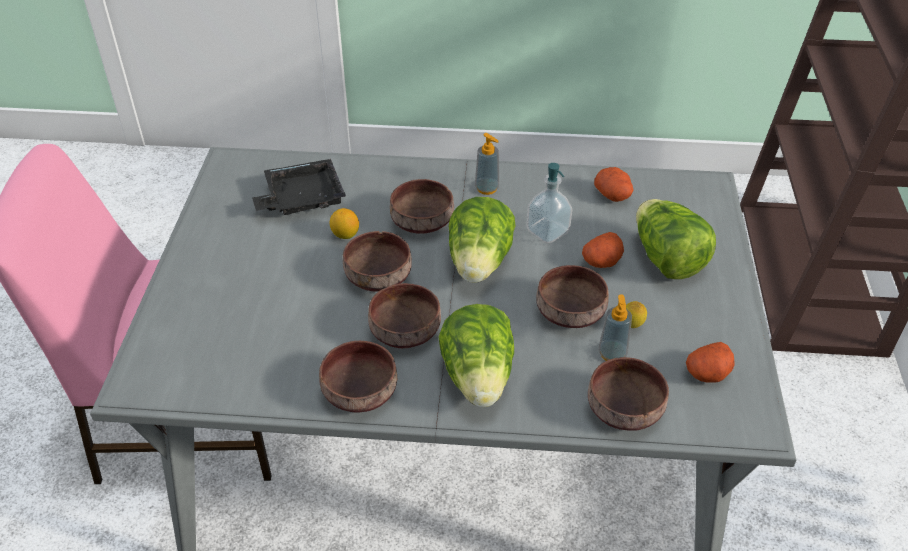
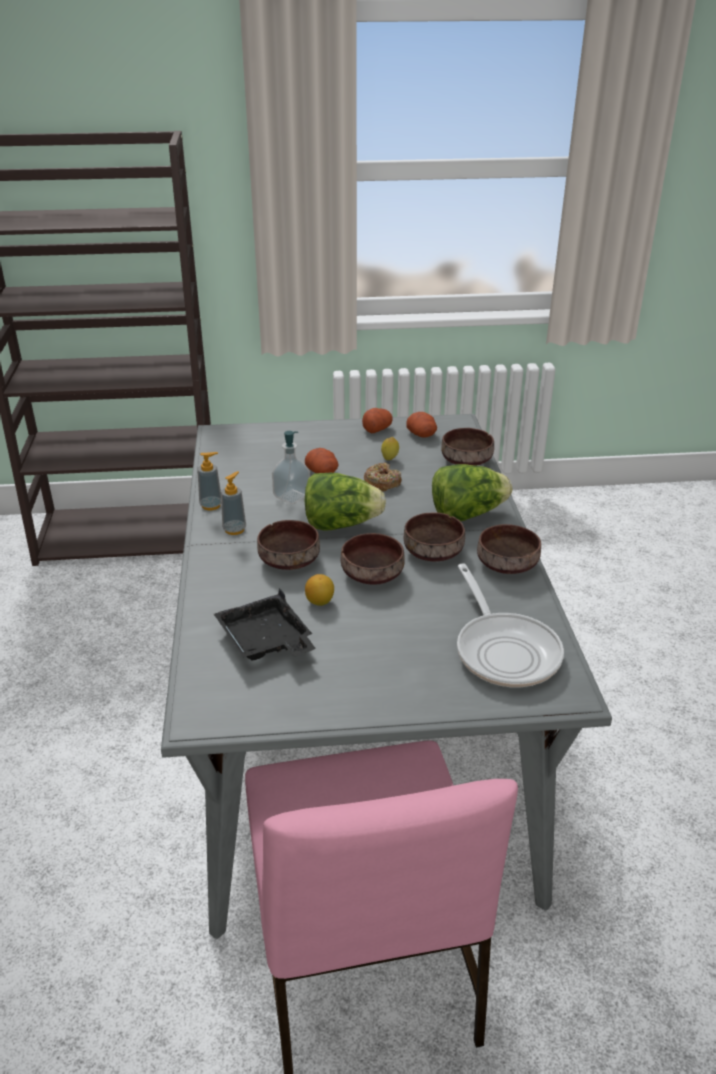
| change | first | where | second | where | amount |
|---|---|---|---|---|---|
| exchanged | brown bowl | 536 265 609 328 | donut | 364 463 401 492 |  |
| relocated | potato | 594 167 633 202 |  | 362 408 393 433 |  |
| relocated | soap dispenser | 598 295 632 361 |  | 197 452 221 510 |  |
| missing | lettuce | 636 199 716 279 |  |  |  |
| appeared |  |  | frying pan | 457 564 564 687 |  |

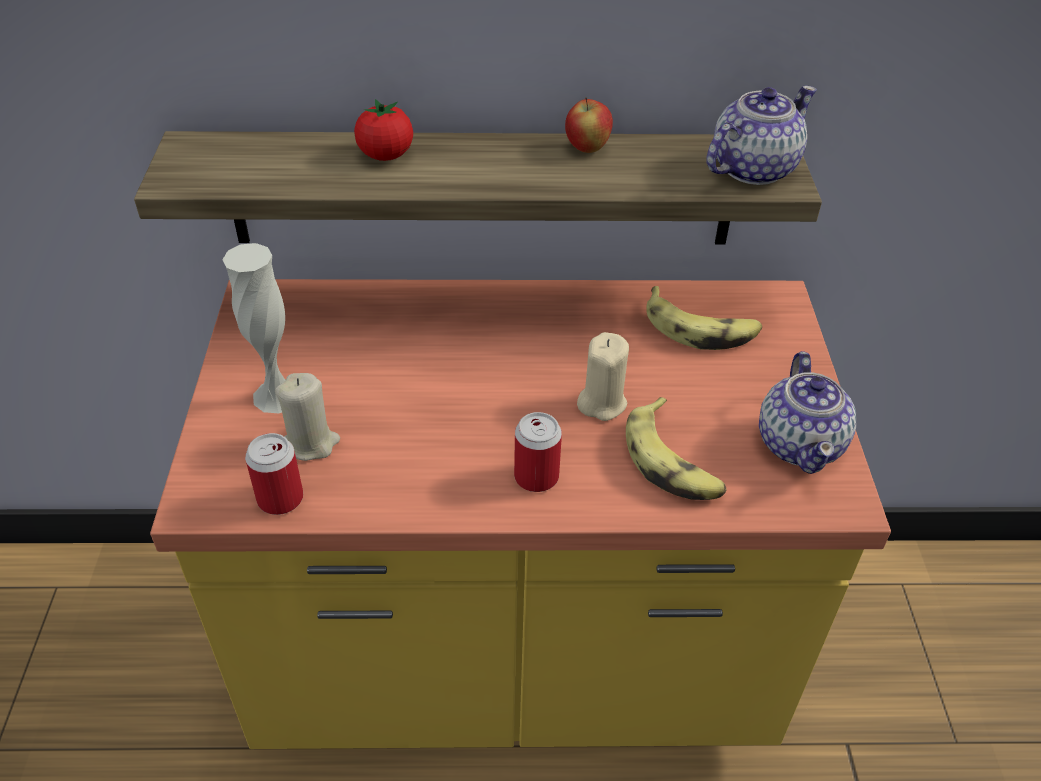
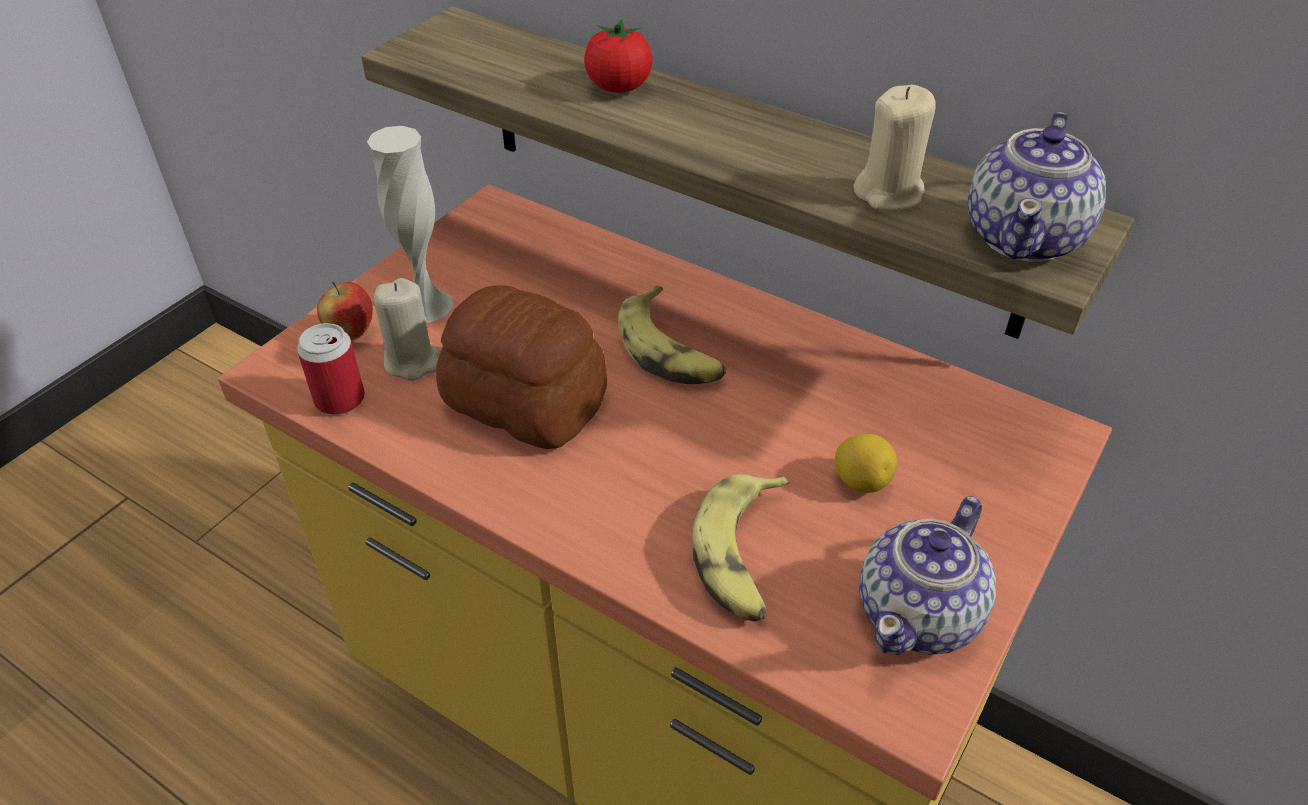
| change | first | where | second | where | amount |
|---|---|---|---|---|---|
| missing | can | 514 412 562 492 |  |  |  |
| relocated | apple | 565 97 613 153 |  | 317 281 373 340 |  |
| relocated | beige candle | 577 332 629 421 |  | 853 85 936 210 |  |
| relocated | banana | 646 286 762 350 |  | 618 286 726 384 |  |
| spun | teapot | 706 86 817 185 |  | 968 112 1106 262 | 120 degrees clockwise |
| appeared |  |  | bread | 436 285 607 449 |  |
| appeared |  |  | lemon | 835 434 897 493 |  |

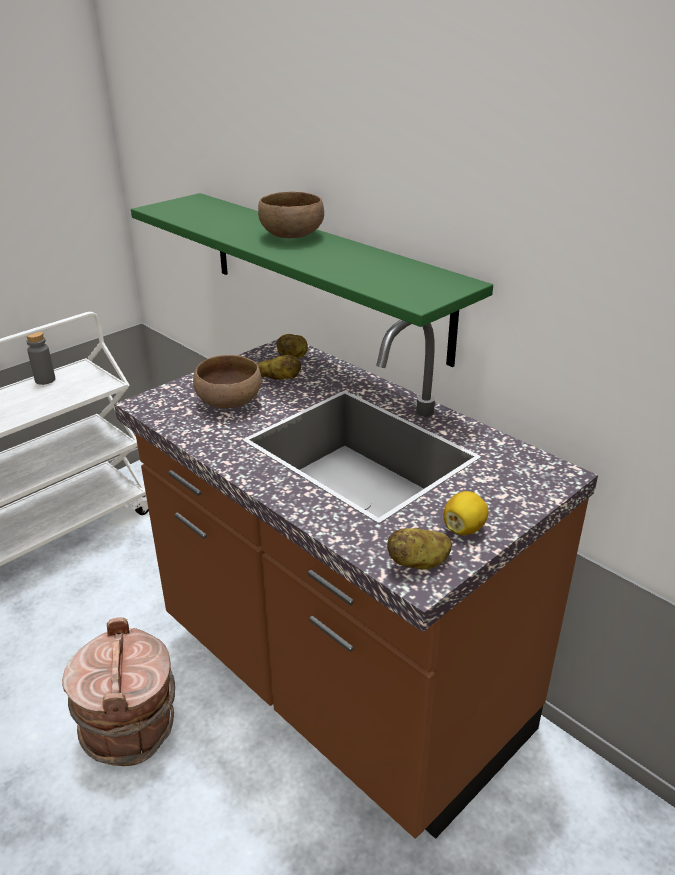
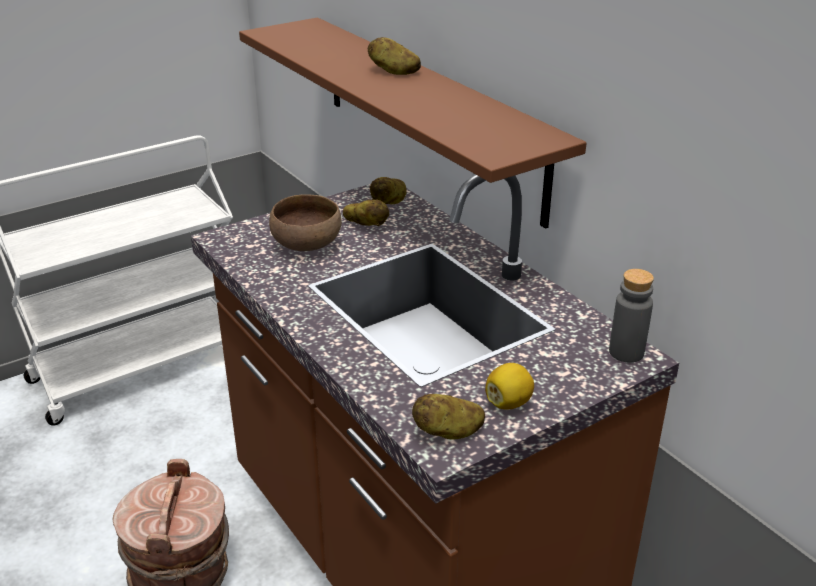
| change | first | where | second | where | amount |
|---|---|---|---|---|---|
| relocated | grey bottle | 26 331 55 385 |  | 609 269 654 363 |  |
| colour | green shelf | 131 193 493 367 | brown shelf | 239 17 586 229 |  |
| exchanged | brown bowl | 258 192 324 238 | potato | 368 37 421 75 |  |

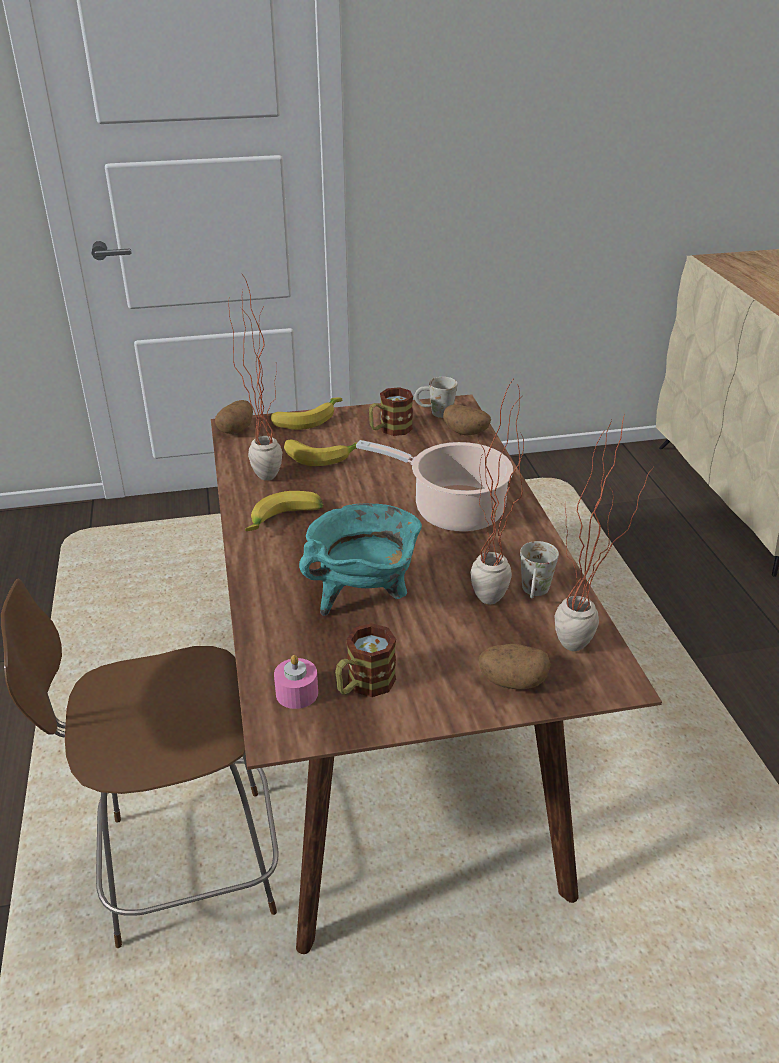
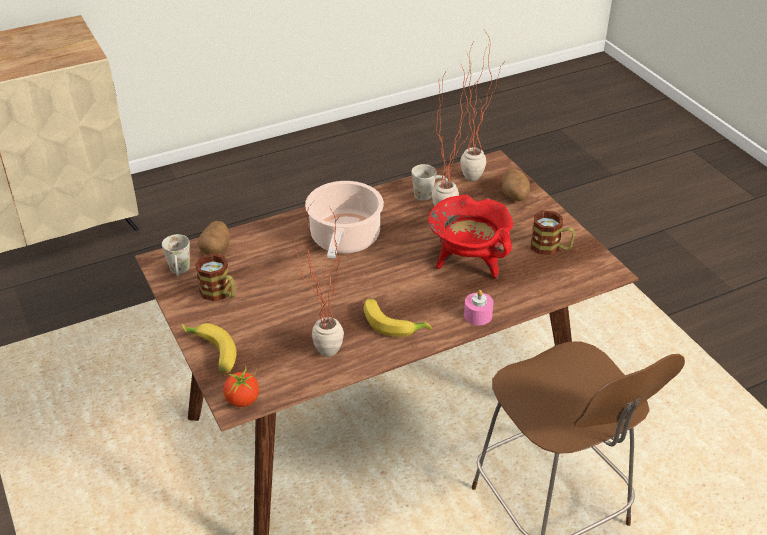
| change | first | where | second | where | amount |
|---|---|---|---|---|---|
| exchanged | potato | 215 400 253 434 | tomato | 223 364 259 407 |  |
| relocated | pink candle | 274 655 318 709 |  | 464 290 494 325 |  |
| missing | banana | 284 439 357 466 |  |  |  |
| colour | turquoise cooking pot | 299 503 422 616 | red cooking pot | 428 195 513 279 |  |

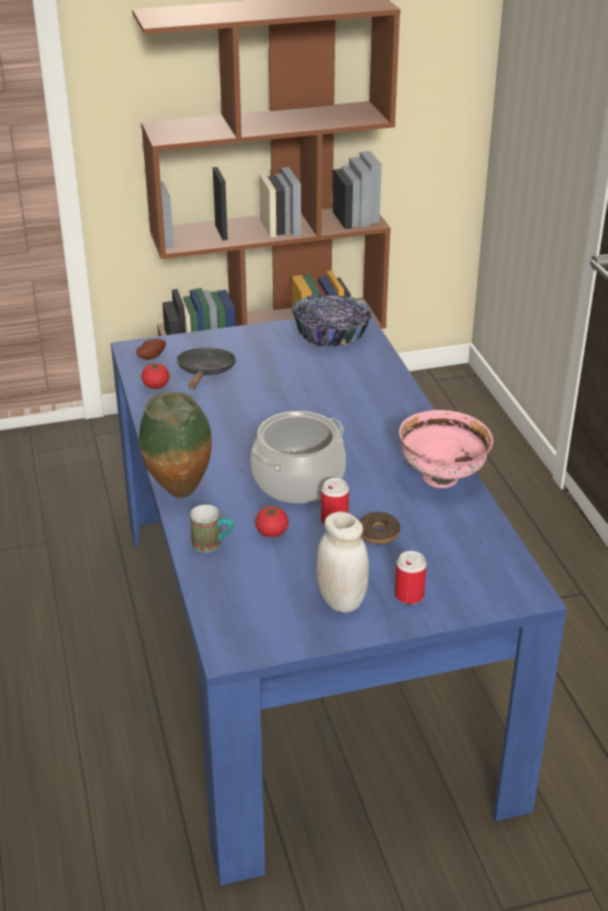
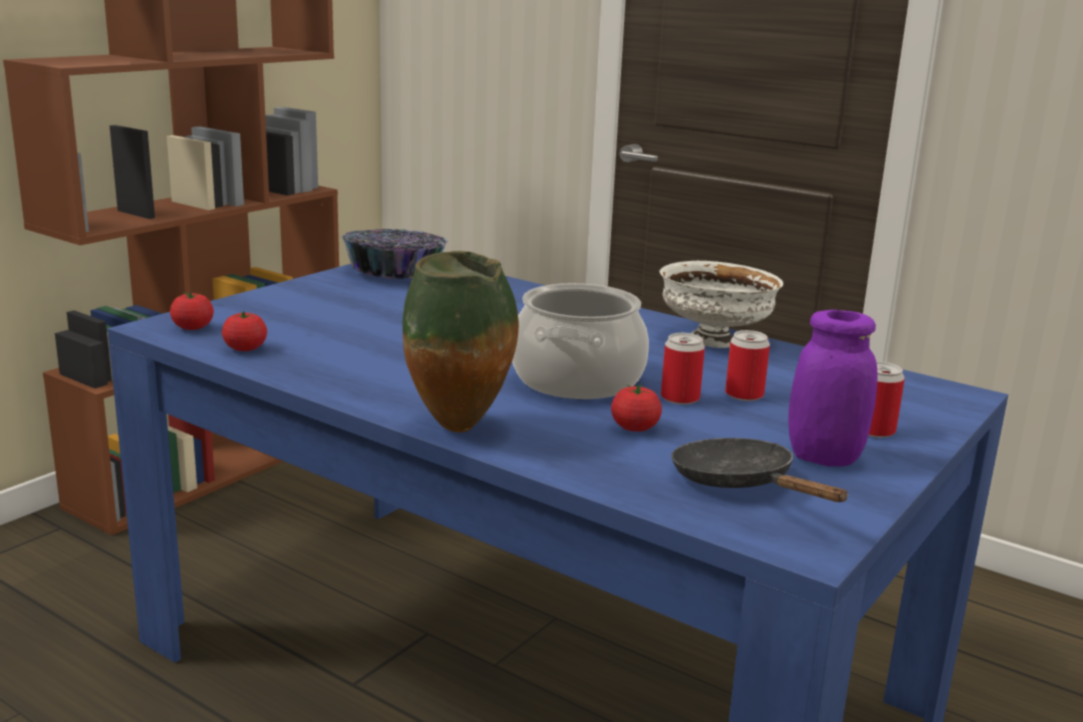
| change | first | where | second | where | amount |
|---|---|---|---|---|---|
| exchanged | potato | 136 338 166 360 | tomato | 170 292 214 330 |  |
| relocated | black frying pan | 176 348 236 390 |  | 672 438 849 502 |  |
| missing | mug | 190 505 233 553 |  |  |  |
| colour | white jar | 316 511 369 613 | purple jar | 788 310 878 467 |  |
| exchanged | donut | 360 512 400 544 | can | 725 330 770 401 |  |
| colour | pink bowl | 399 410 493 488 | white bowl | 660 261 783 348 |  |

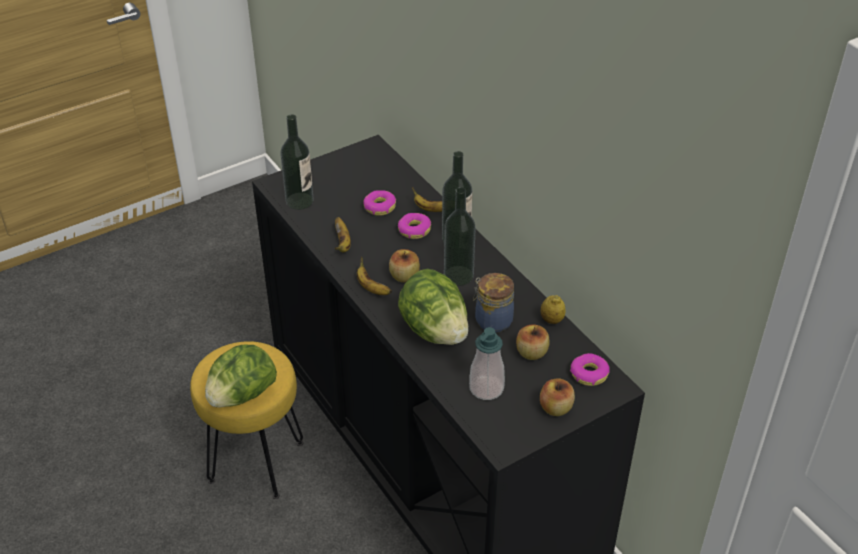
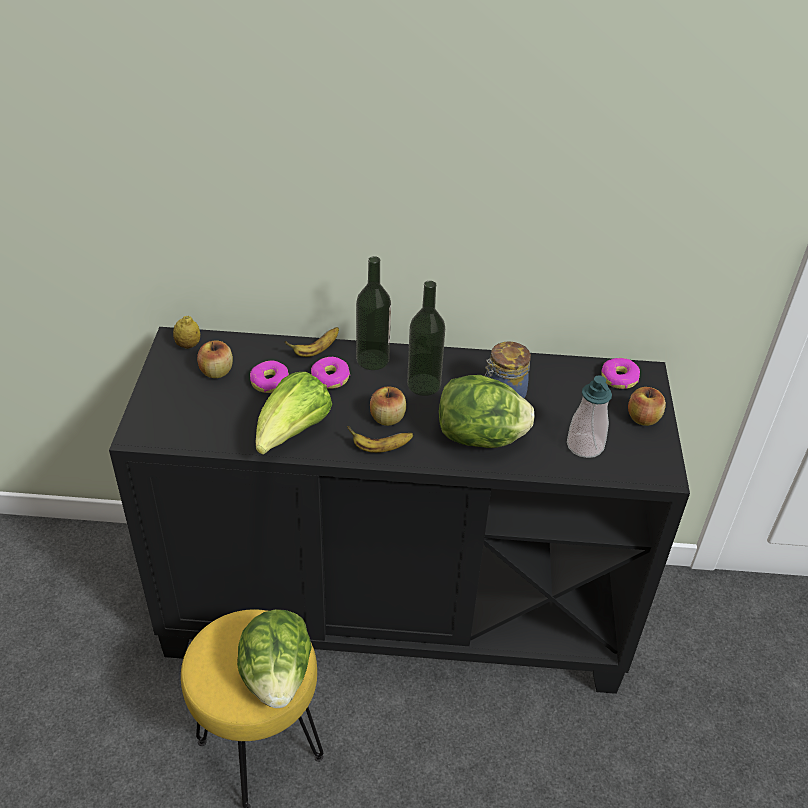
| change | first | where | second | where | amount |
|---|---|---|---|---|---|
| missing | bottle | 280 114 314 210 |  |  |  |
| exchanged | banana | 335 217 351 252 | lettuce | 256 372 332 454 |  |
| relocated | apple | 516 325 550 360 |  | 197 341 233 378 |  |
| relocated | lemon | 541 295 565 324 |  | 173 316 200 349 |  |

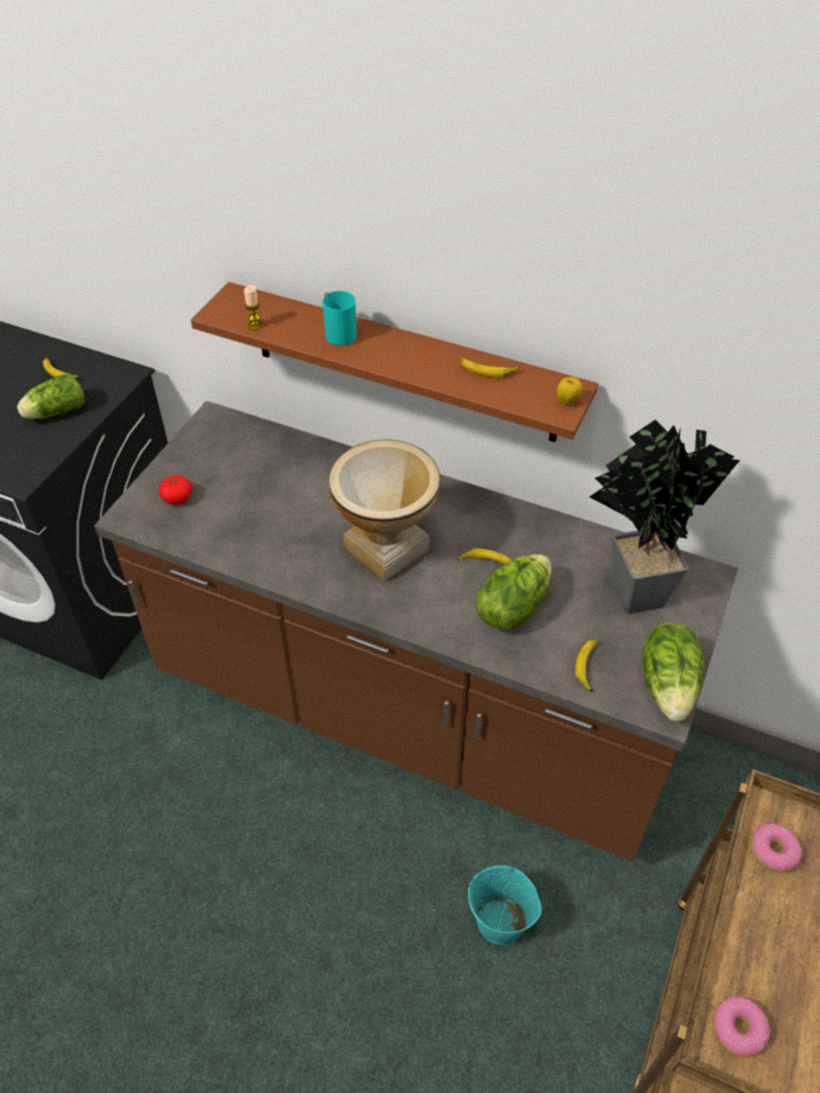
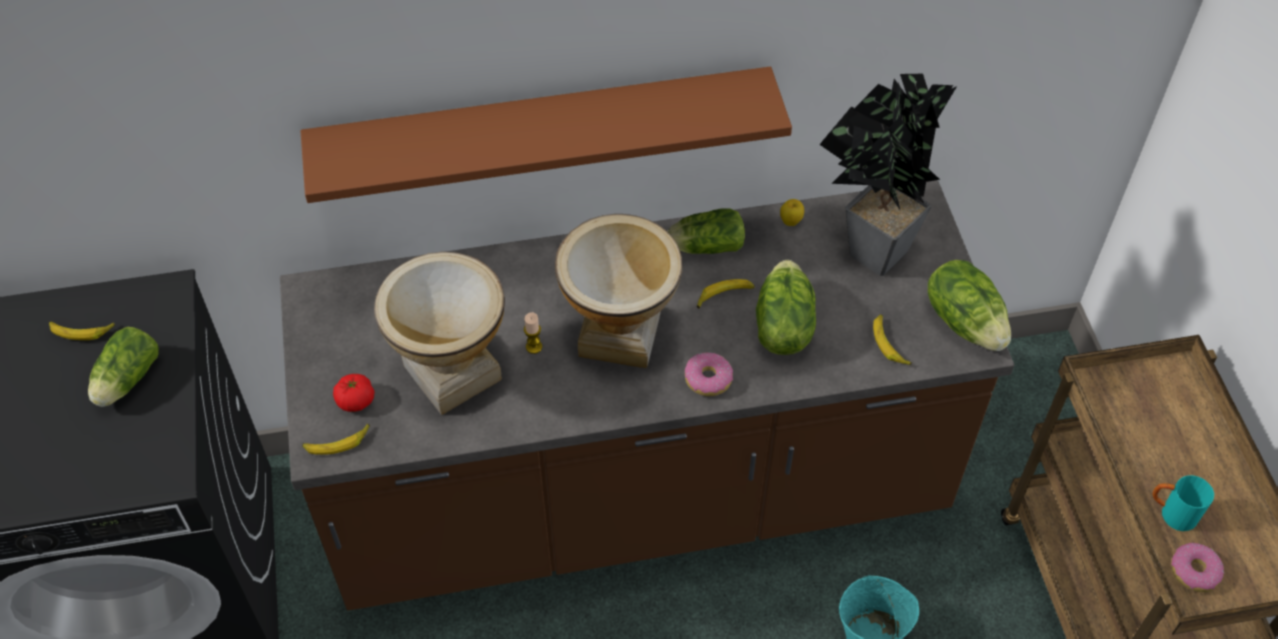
| change | first | where | second | where | amount |
|---|---|---|---|---|---|
| relocated | candle | 244 285 263 330 |  | 524 312 542 354 |  |
| relocated | turquoise mug | 322 291 357 346 |  | 1153 475 1214 531 |  |
| relocated | banana | 460 357 520 378 |  | 302 423 370 455 |  |
| relocated | apple | 557 377 582 405 |  | 780 199 804 226 |  |
| relocated | donut | 751 823 802 873 |  | 685 353 733 396 |  |
| appeared |  |  | vase | 374 251 505 415 |  |
| appeared |  |  | lettuce | 667 208 745 254 |  |

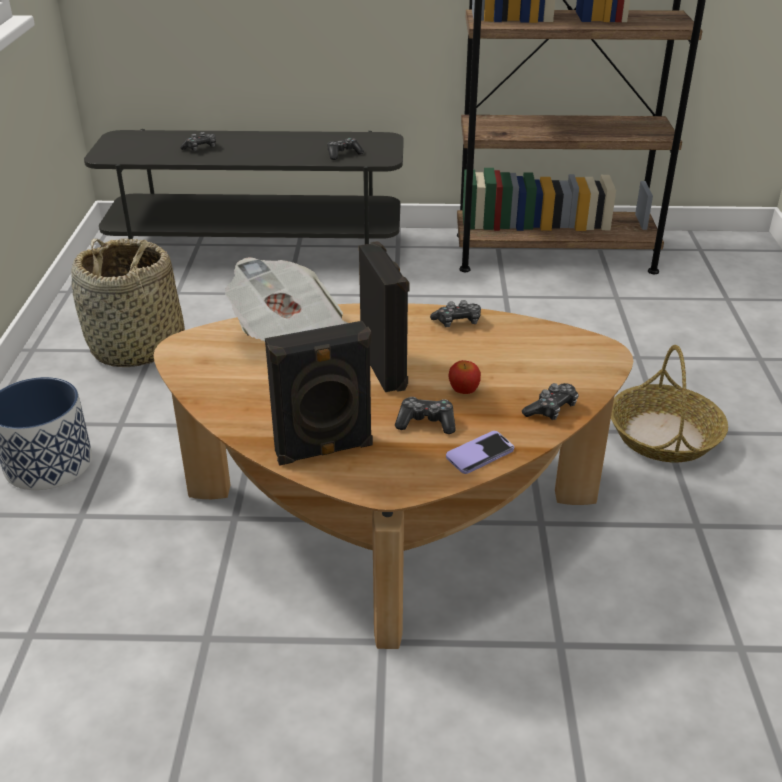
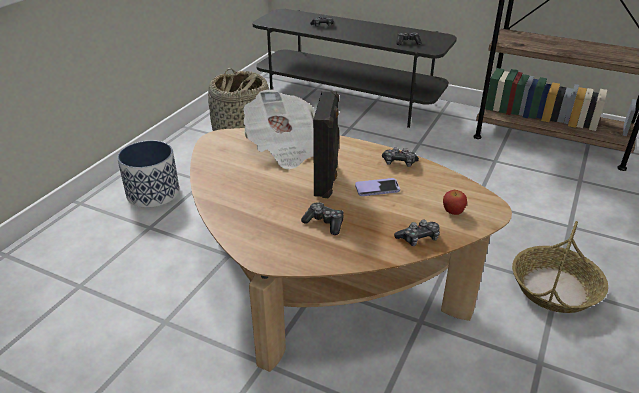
| change | first | where | second | where | amount |
|---|---|---|---|---|---|
| missing | black speaker | 265 321 373 466 |  |  |  |
| relocated | phone | 446 431 514 474 |  | 355 178 400 196 |  |
| relocated | apple | 449 360 481 394 |  | 443 190 467 215 |  |

